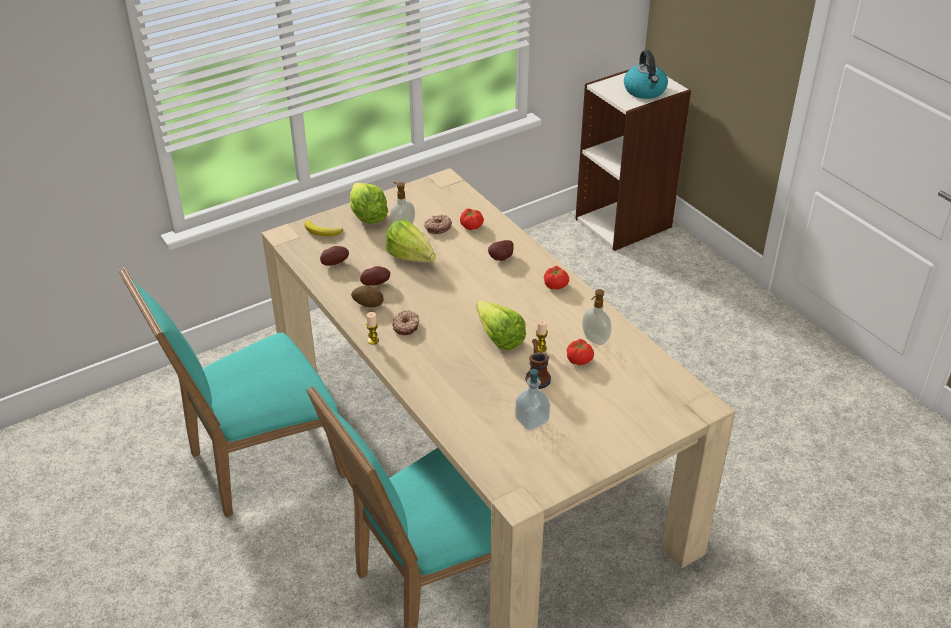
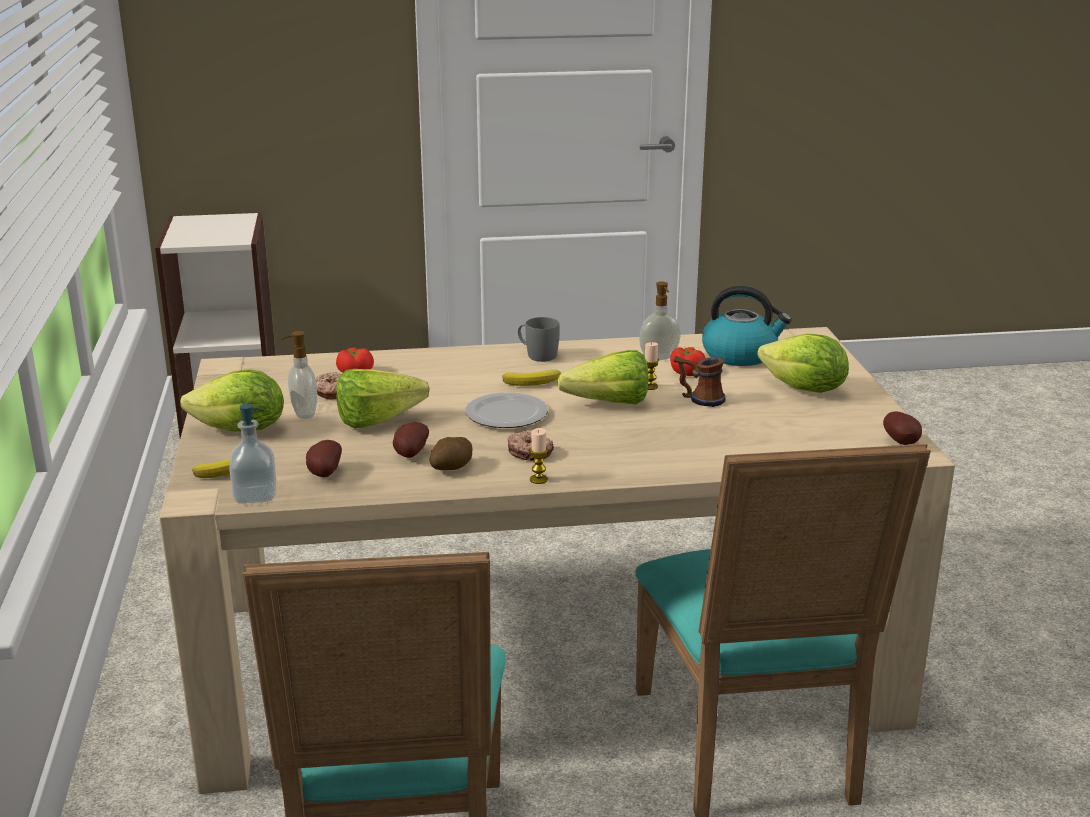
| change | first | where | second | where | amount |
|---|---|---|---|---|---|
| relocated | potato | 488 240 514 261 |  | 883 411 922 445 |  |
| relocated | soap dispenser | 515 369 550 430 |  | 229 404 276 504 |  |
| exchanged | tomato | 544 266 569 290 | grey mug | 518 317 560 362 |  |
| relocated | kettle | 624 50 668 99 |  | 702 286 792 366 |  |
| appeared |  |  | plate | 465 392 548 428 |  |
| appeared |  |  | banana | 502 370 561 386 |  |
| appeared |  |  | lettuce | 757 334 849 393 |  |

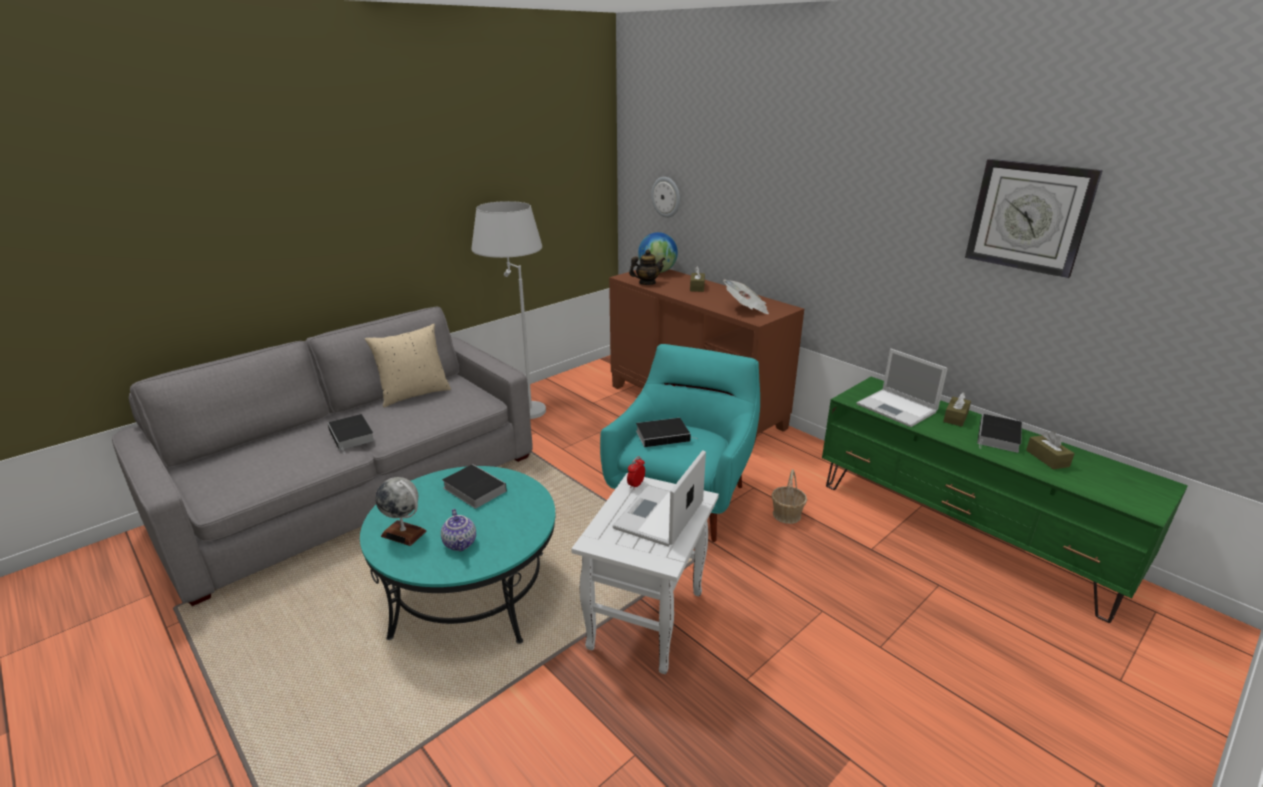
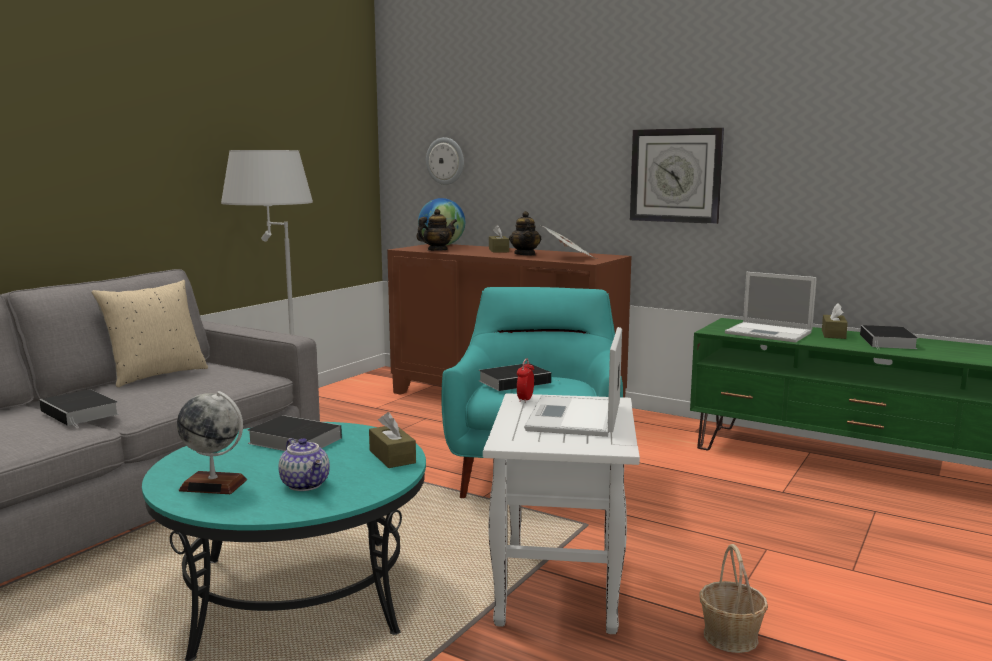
| change | first | where | second | where | amount |
|---|---|---|---|---|---|
| relocated | basket | 771 469 807 524 |  | 699 544 768 653 |  |
| relocated | wall clock | 965 159 1103 278 |  | 630 128 724 224 |  |
| relocated | brown tissue box | 1026 431 1075 469 |  | 369 412 416 468 |  |
| appeared |  |  | teapot | 509 211 541 256 |  |

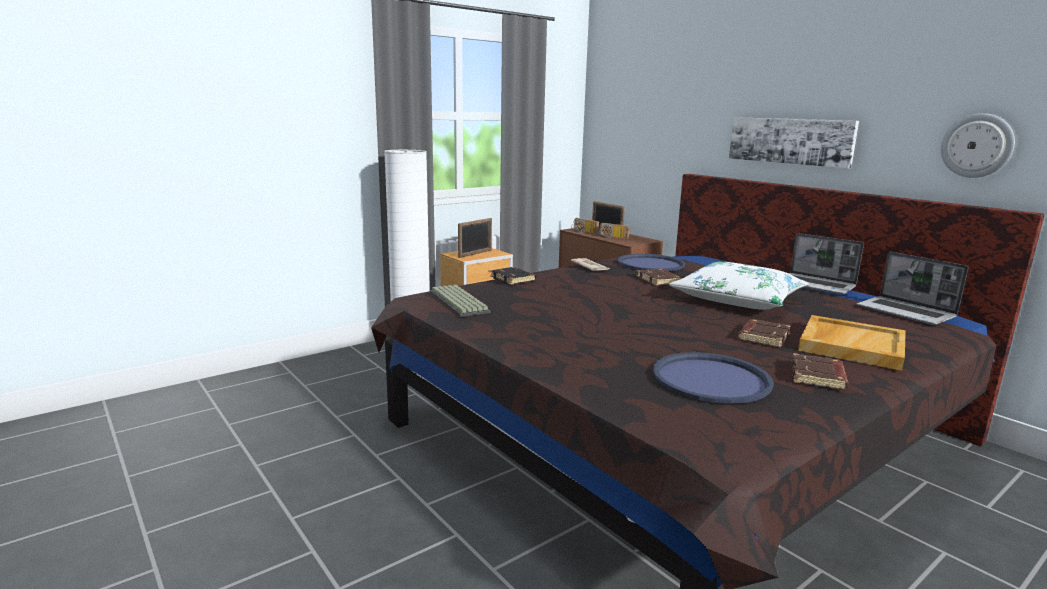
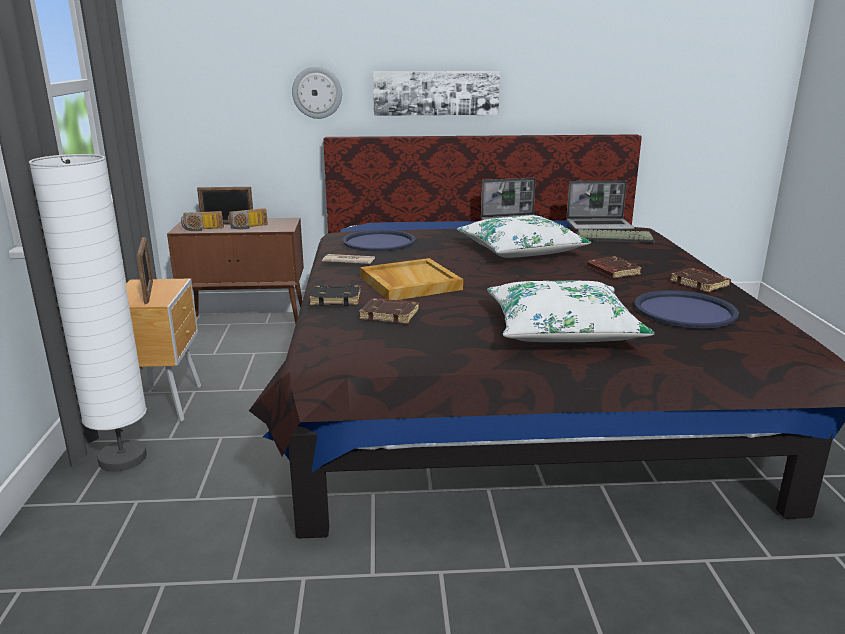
| change | first | where | second | where | amount |
|---|---|---|---|---|---|
| relocated | keyboard | 430 285 491 317 |  | 576 229 655 243 |  |
| relocated | brown book | 637 269 682 286 |  | 359 298 419 324 |  |
| relocated | beige tray | 798 315 906 371 |  | 360 258 463 300 |  |
| relocated | wall clock | 941 113 1015 178 |  | 292 67 342 119 |  |
| appeared |  |  | white pillow | 487 281 655 342 |  |

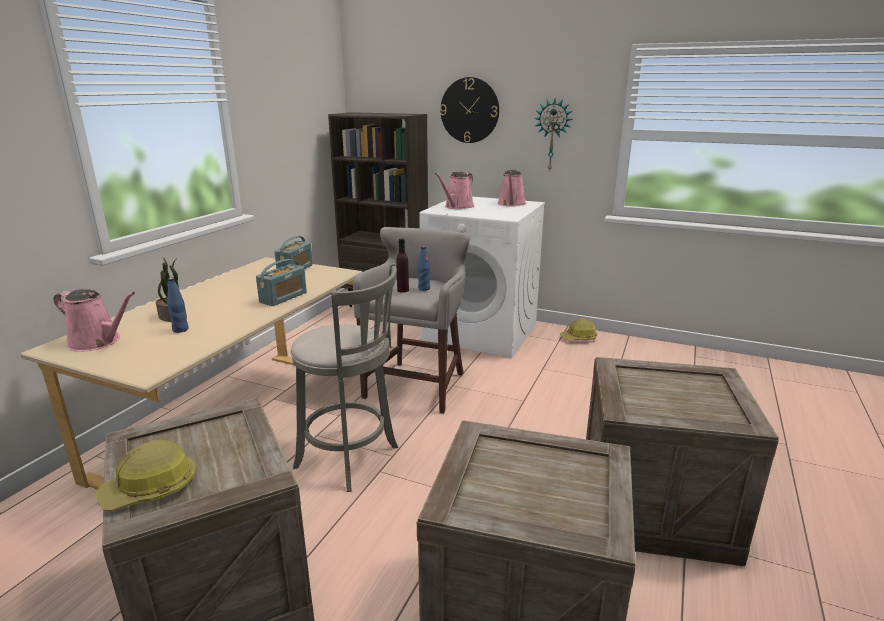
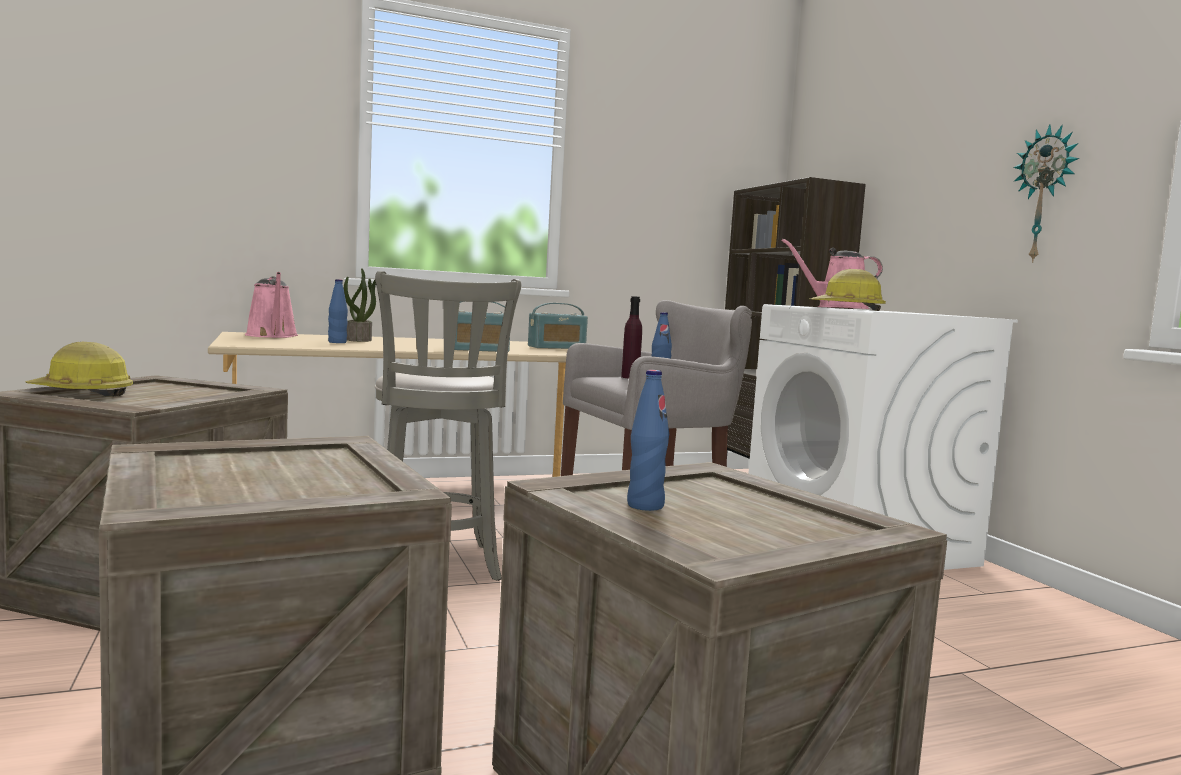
| change | first | where | second | where | amount |
|---|---|---|---|---|---|
| missing | wall clock | 440 77 499 143 |  |  |  |
| missing | pink watering can | 497 170 526 207 |  |  |  |
| relocated | hard hat | 560 318 597 340 |  | 809 269 886 311 |  |
| appeared |  |  | blue bottle | 627 370 669 511 |  |

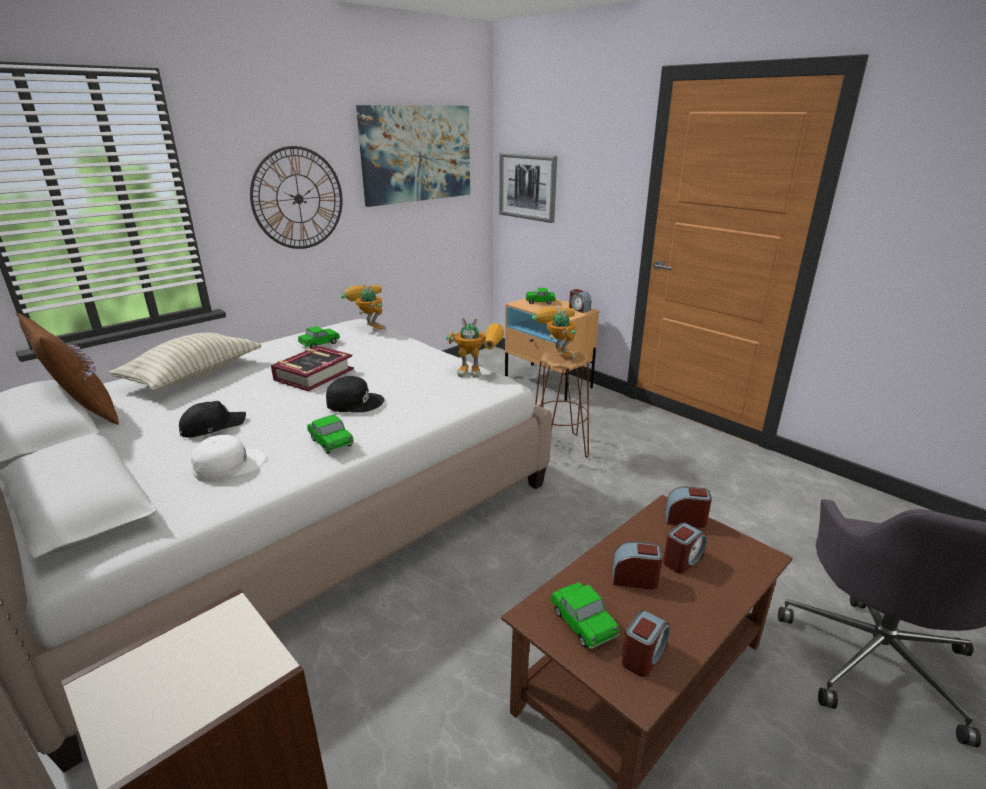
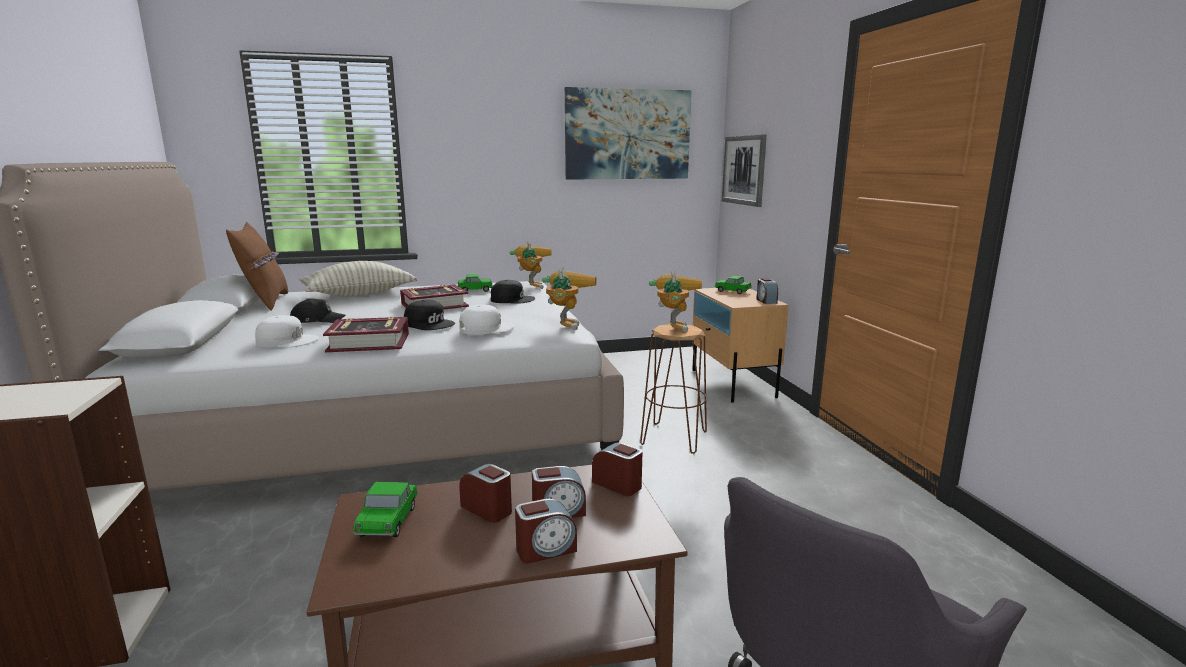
| change | first | where | second | where | amount |
|---|---|---|---|---|---|
| missing | wall clock | 250 146 342 249 |  |  |  |
| exchanged | toy car | 307 414 354 454 | book | 323 316 409 352 |  |
| spun | toy robot | 446 317 504 378 |  | 542 267 597 330 | 120 degrees counterclockwise |
| relocated | alarm clock | 622 610 670 677 |  | 515 499 577 563 |  |
| appeared |  |  | white cap | 459 305 514 335 |  |
| appeared |  |  | black cap | 491 280 535 304 |  |

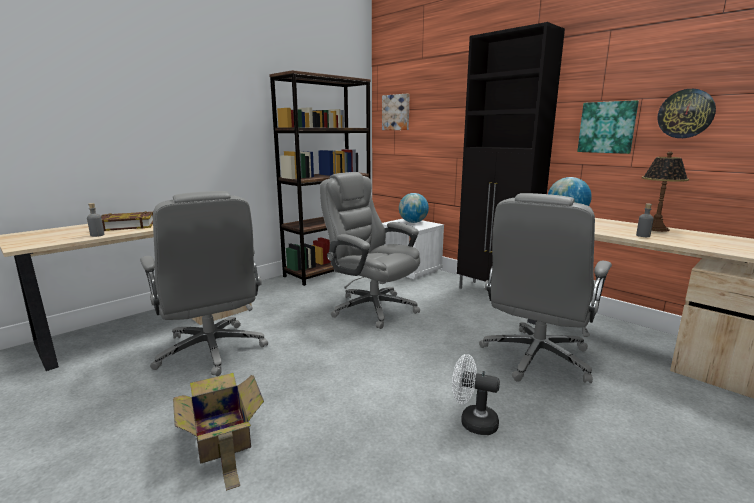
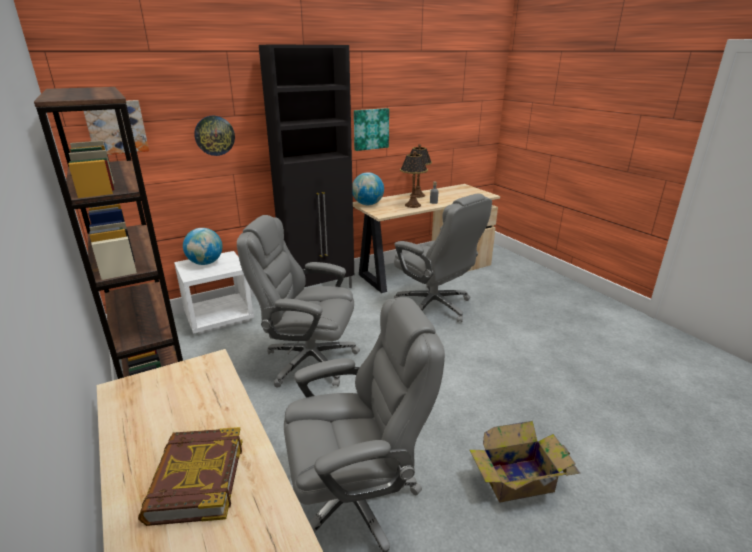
| change | first | where | second | where | amount |
|---|---|---|---|---|---|
| missing | grey bottle | 87 203 104 237 |  |  |  |
| spun | grey office chair | 320 172 420 329 |  | 237 215 360 387 | 45 degrees clockwise |
| missing | white fan | 452 354 500 435 |  |  |  |
| relocated | wall clock | 657 89 716 138 |  | 194 116 235 156 |  |
| appeared |  |  | table lamp | 400 151 428 208 |  |

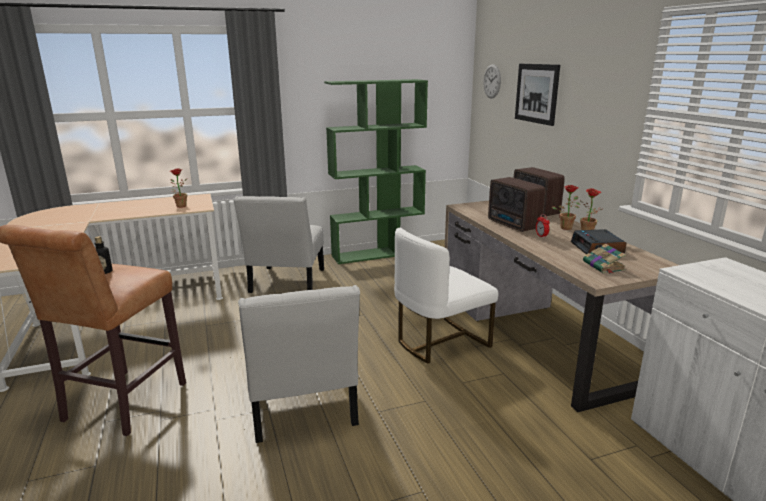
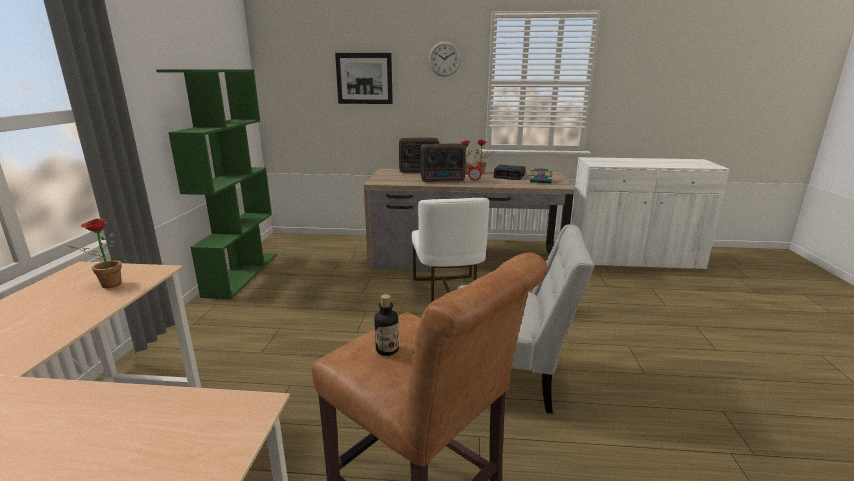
| change | first | where | second | where | amount |
|---|---|---|---|---|---|
| missing | white chair | 233 196 324 293 |  |  |  |
| relocated | wall clock | 483 64 501 99 |  | 428 41 461 77 |  |

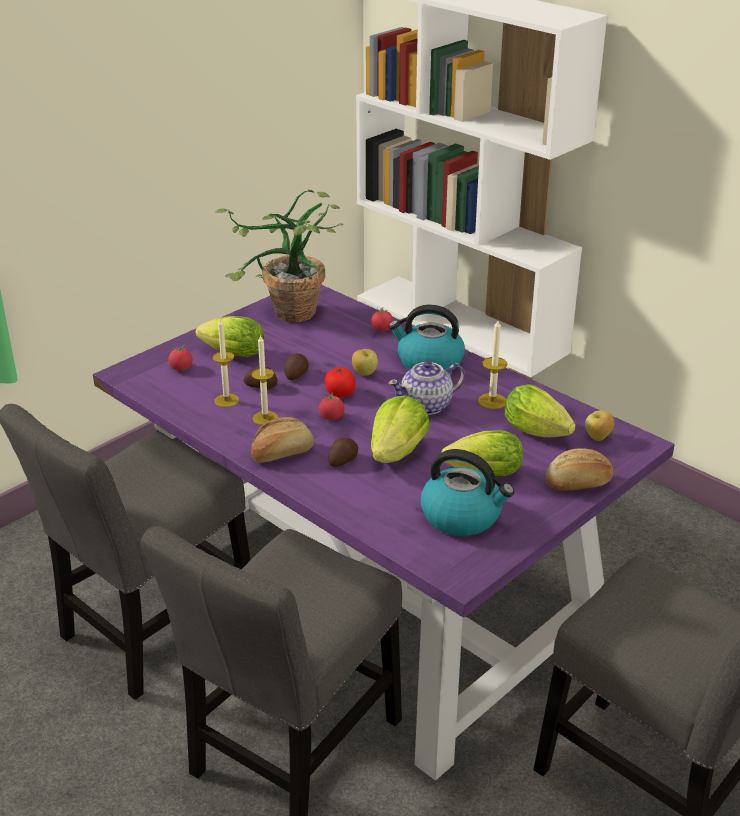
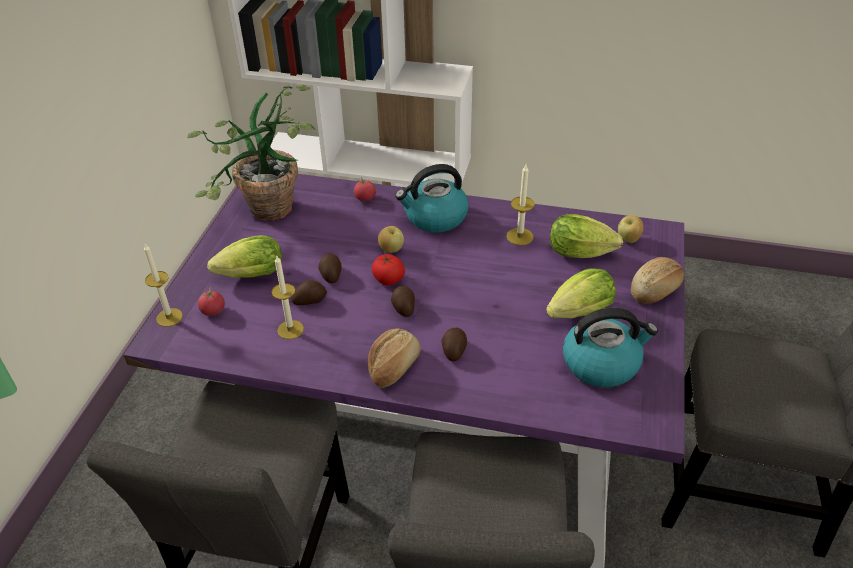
| change | first | where | second | where | amount |
|---|---|---|---|---|---|
| relocated | candle | 252 334 278 425 |  | 144 244 183 327 |  |
| exchanged | tomato | 319 394 345 420 | potato | 391 286 415 317 |  |
| missing | lettuce | 371 395 430 463 |  |  |  |
| missing | teapot | 388 361 465 415 |  |  |  |

